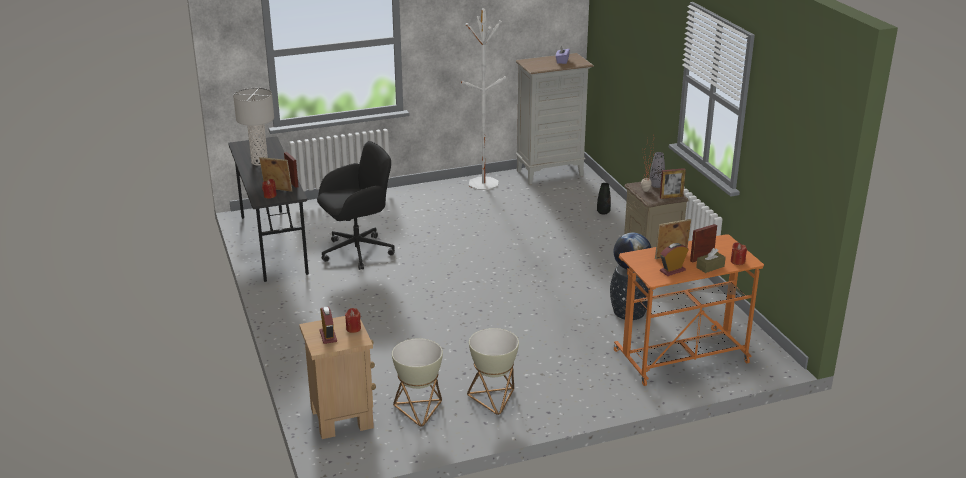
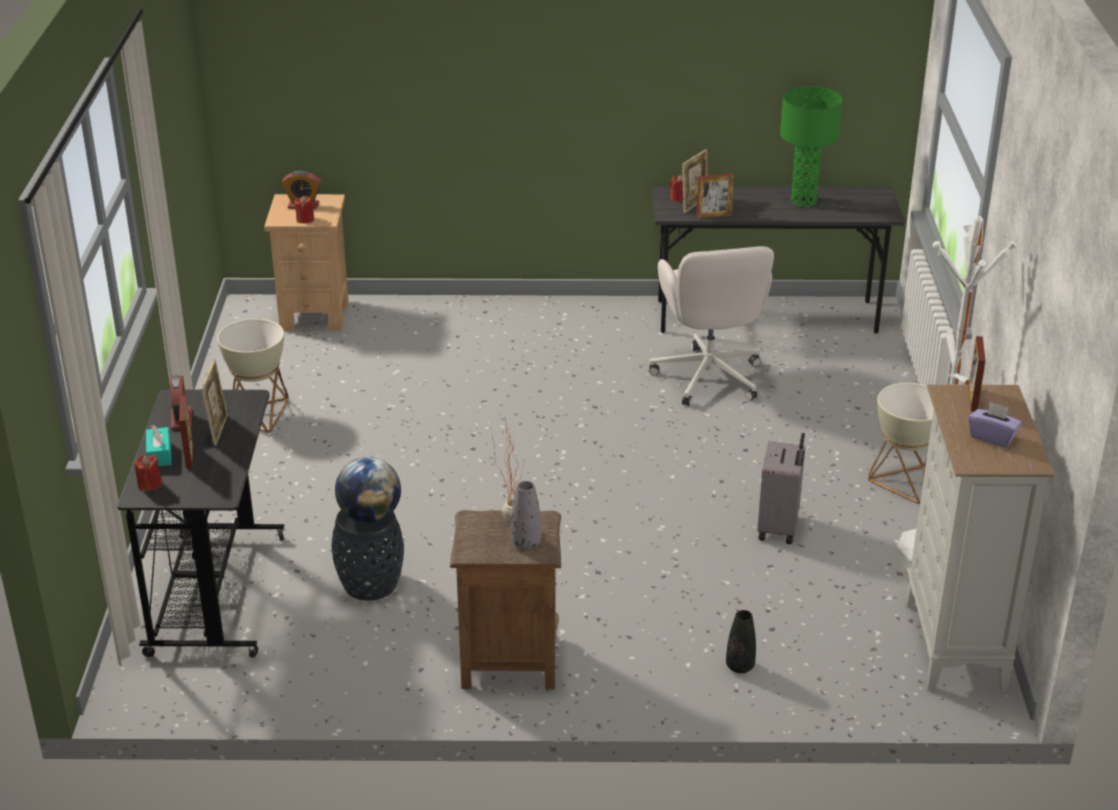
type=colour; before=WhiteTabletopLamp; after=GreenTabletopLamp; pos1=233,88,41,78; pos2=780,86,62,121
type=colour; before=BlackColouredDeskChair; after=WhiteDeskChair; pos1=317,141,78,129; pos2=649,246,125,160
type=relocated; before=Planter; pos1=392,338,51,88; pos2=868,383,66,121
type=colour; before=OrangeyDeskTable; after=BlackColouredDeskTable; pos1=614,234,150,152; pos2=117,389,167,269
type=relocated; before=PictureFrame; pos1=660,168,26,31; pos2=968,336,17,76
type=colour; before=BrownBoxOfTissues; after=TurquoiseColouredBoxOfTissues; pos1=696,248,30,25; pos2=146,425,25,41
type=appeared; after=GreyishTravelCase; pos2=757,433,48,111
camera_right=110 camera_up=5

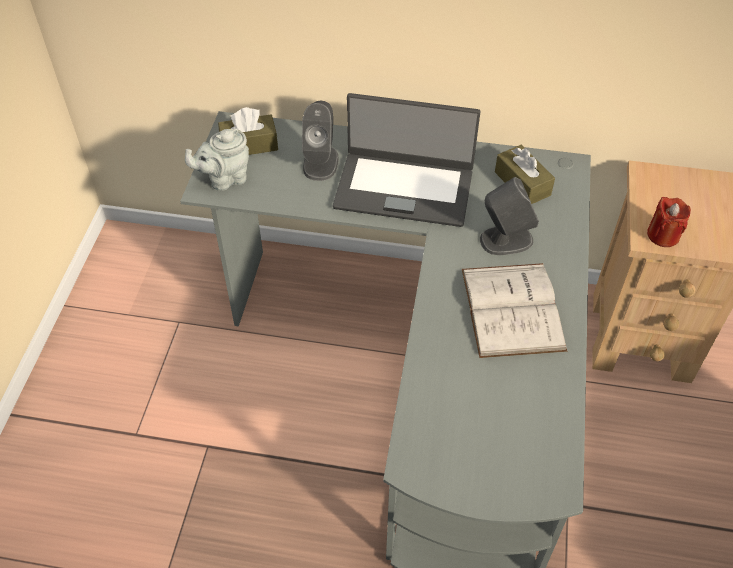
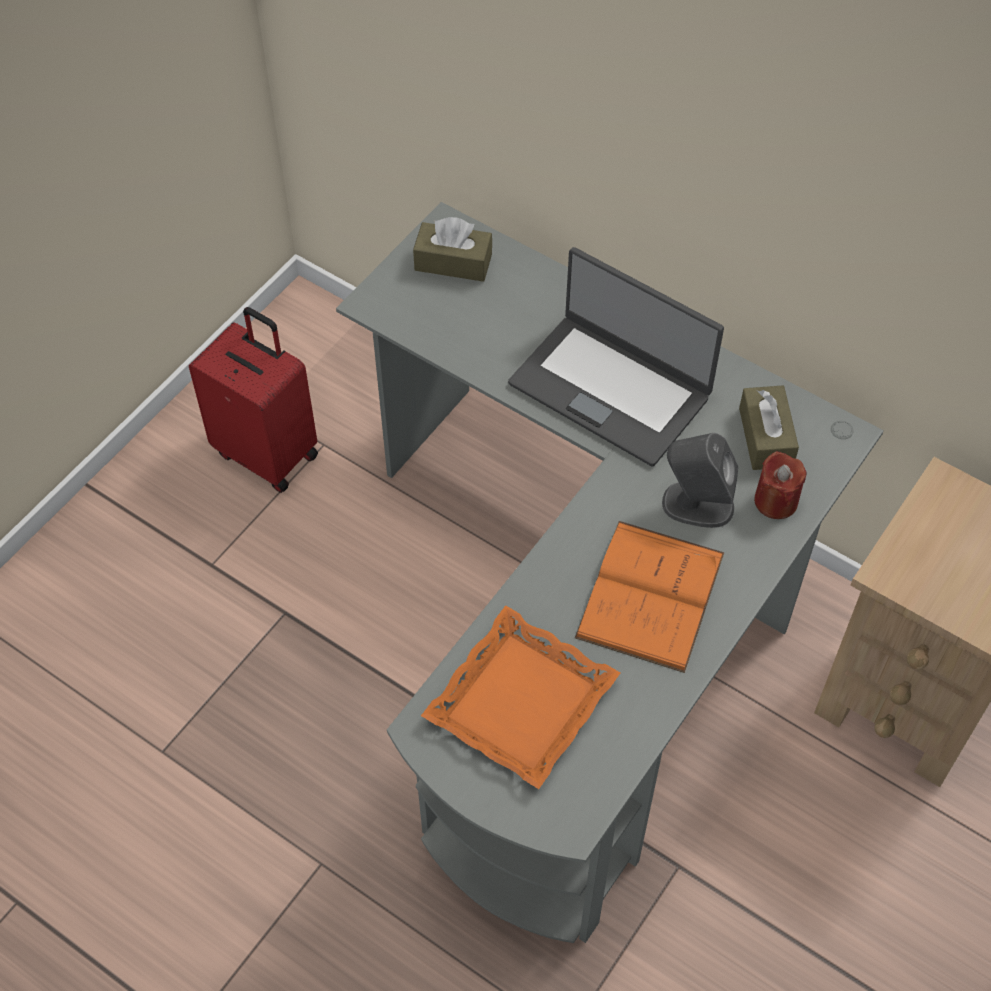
type=missing; before=GreyishTeaPot; pos1=185,129,64,62
type=missing; before=GreyishLoudspeaker; pos1=302,101,37,80
type=colour; before=WhiteBoundBook; after=OrangeyBoundBook; pos1=462,263,105,95; pos2=575,521,150,152
type=relocated; before=RedWaxCandle; pos1=647,197,44,50; pos2=754,451,53,68
type=appeared; after=RedTravelCase; pos2=189,307,129,186
type=appeared; after=OrangeyTray; pos2=421,606,199,183
camera_right=25 camera_up=5

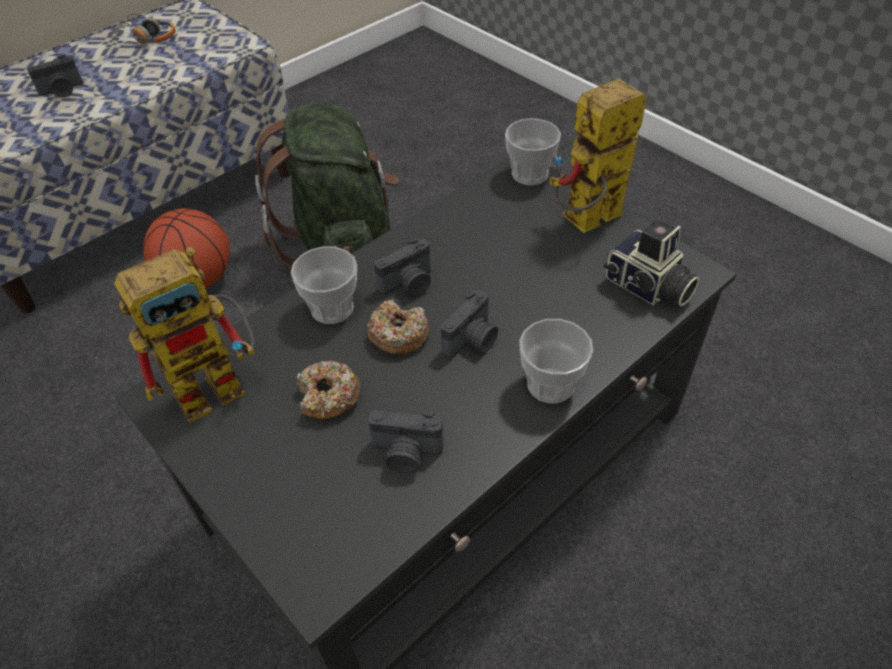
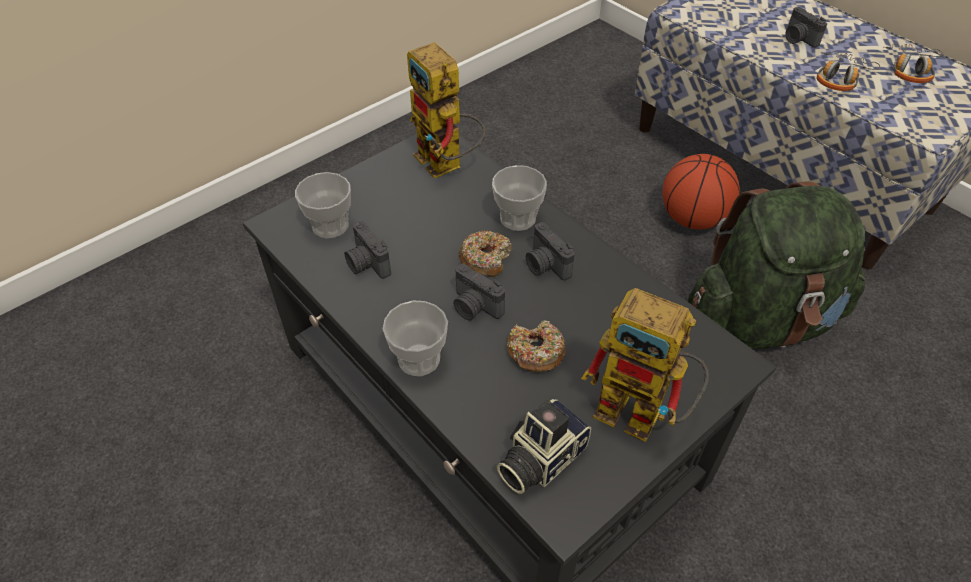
type=relocated; before=Doughnut; pos1=296,361,64,59; pos2=507,320,59,52
type=spun; before=StillCamera; pos1=368,410,76,63; pos2=344,221,47,58; turn=-45
type=relocated; before=SmallCup; pos1=505,118,56,68; pos2=295,172,56,66
type=spun; before=ModelRobot; pos1=549,78,98,155; pos2=581,288,128,154; turn=150
type=appeared; after=Headphones; pos2=817,51,63,40
camera_right=90 camera_up=0

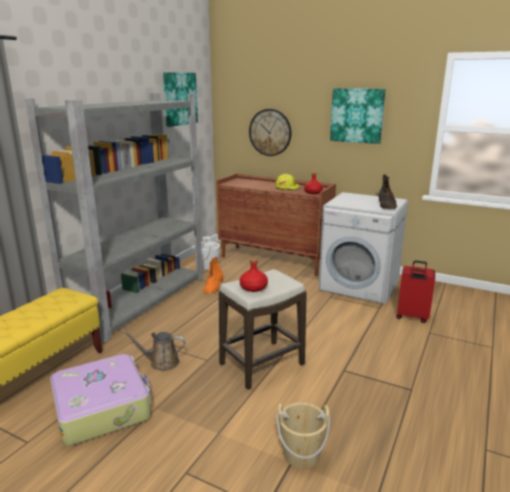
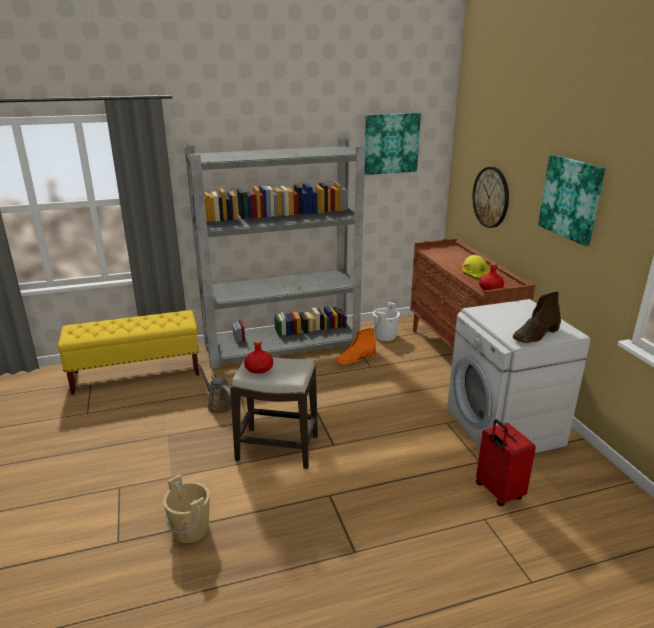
type=missing; before=TravelCase; pos1=50,354,101,92
camera_right=45 camera_up=5

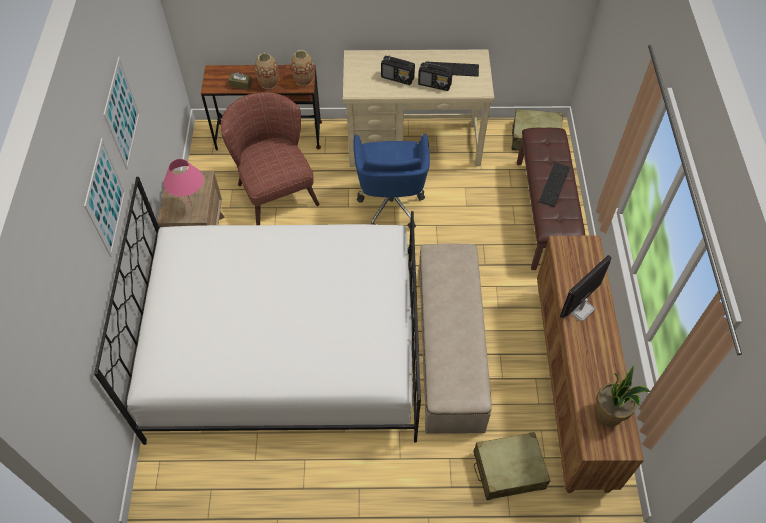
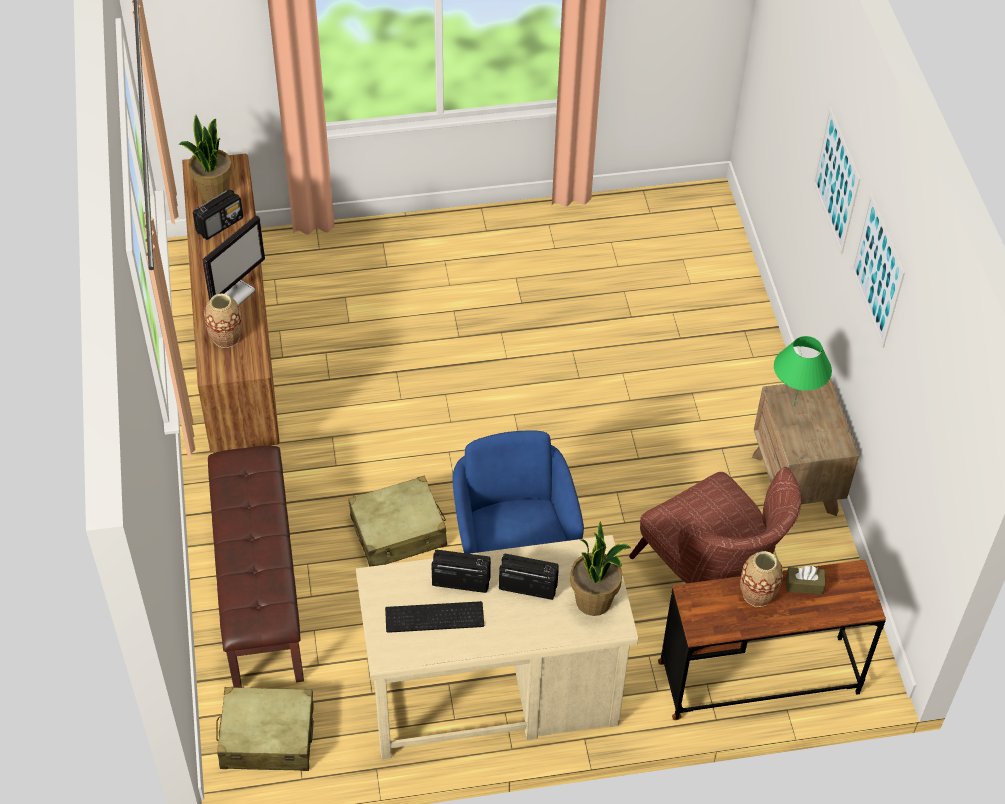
type=missing; before=WhiteBed; pos1=94,177,327,268
type=colour; before=PinkishTabletopLamp; after=GreenTabletopLamp; pos1=163,159,41,47; pos2=774,336,58,70
type=relocated; before=FlowerVase; pos1=290,50,24,36; pos2=204,293,38,55
type=missing; before=BeigeColouredBench; pos1=419,243,73,191
type=relocated; before=BeigeColouredTravelCase; pos1=474,432,77,68; pos2=349,476,98,91
type=missing; before=ComputerKeyboard; pos1=539,163,31,44
type=appeared; after=RadioReceiver; pos2=193,189,50,51
type=appeared; after=PottedPlant; pos2=570,521,61,95
camera_right=170 camera_up=-5

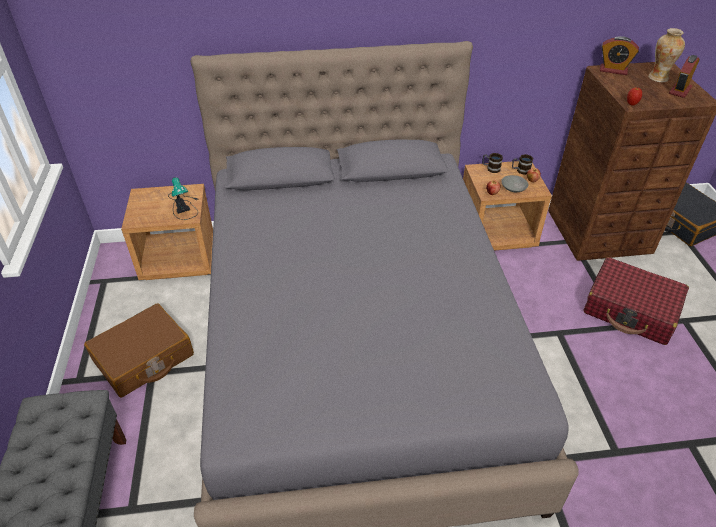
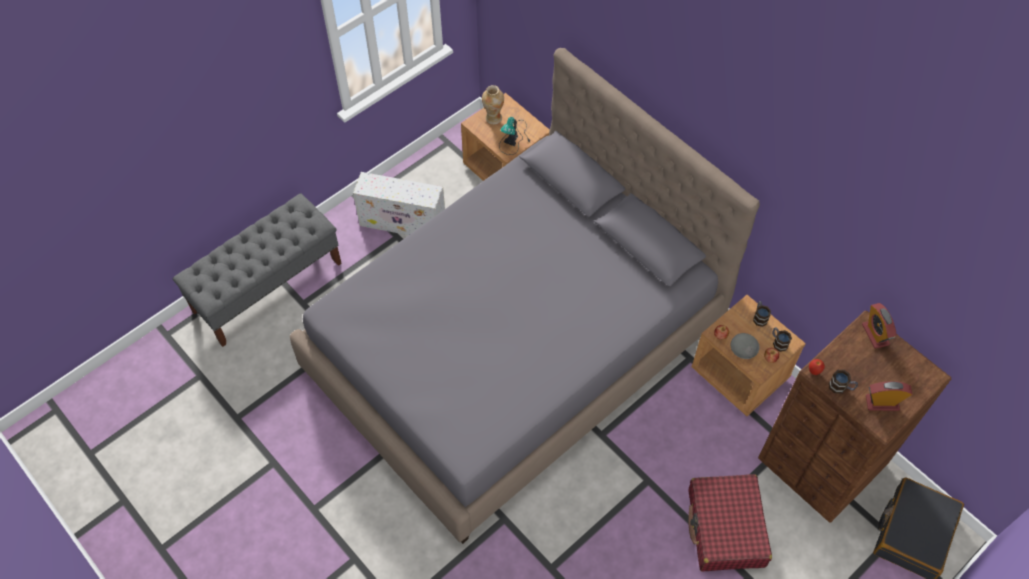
type=exchanged; before=BrownTravelCase; after=WhiteStorageContainer; pos1=84,303,110,95; pos2=353,172,92,63
type=relocated; before=FlowerVase; pos1=648,28,37,54; pos2=482,85,22,39
type=appeared; after=TeaMug; pos2=829,370,29,24
camera_right=55 camera_up=15

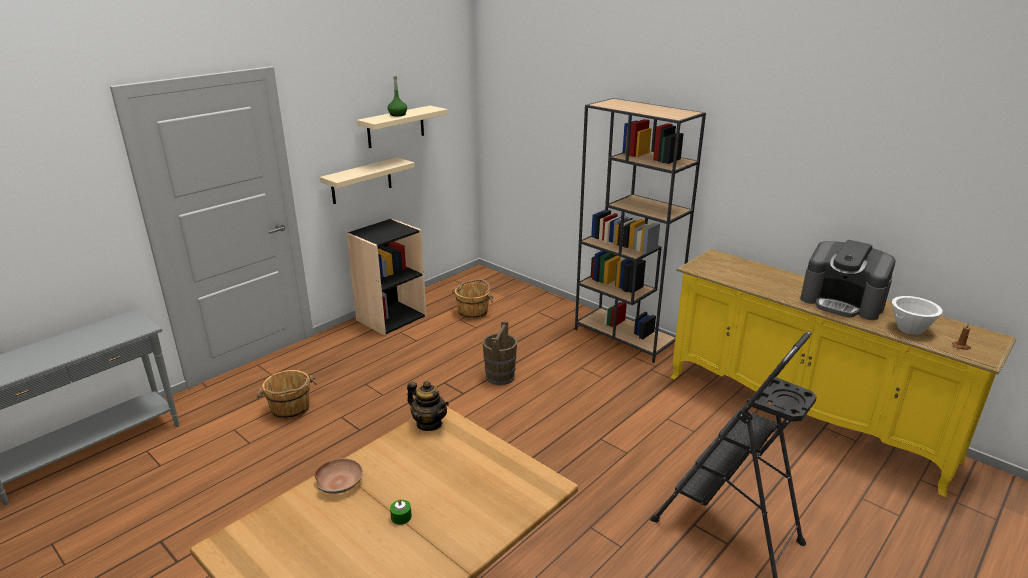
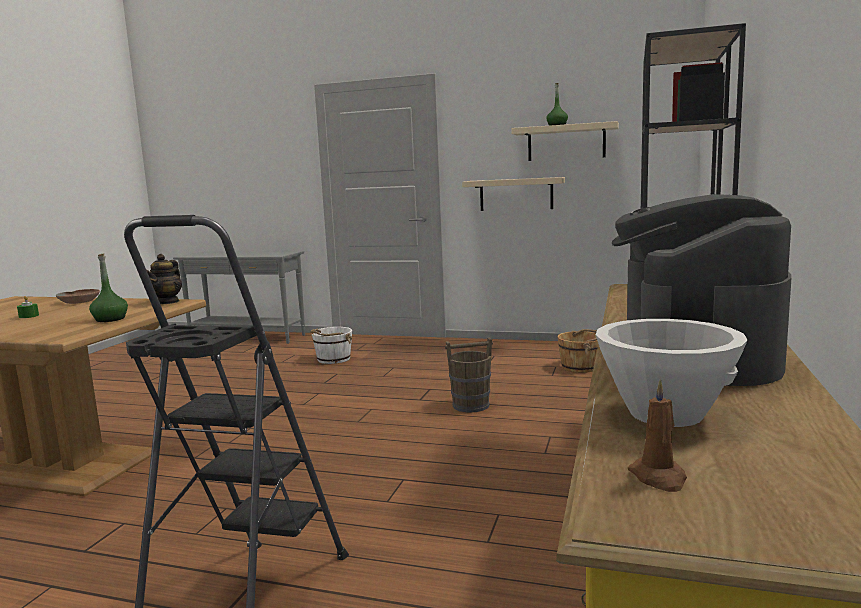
type=colour; before=BrownBucket; after=WhiteBucket; pos1=256,370,61,50; pos2=310,327,42,37
type=missing; before=BlackColouredShelvingUnit; pos1=346,218,81,117
type=appeared; after=GreenBeverageBottle; pos2=89,253,39,69
camera_right=65 camera_up=-15

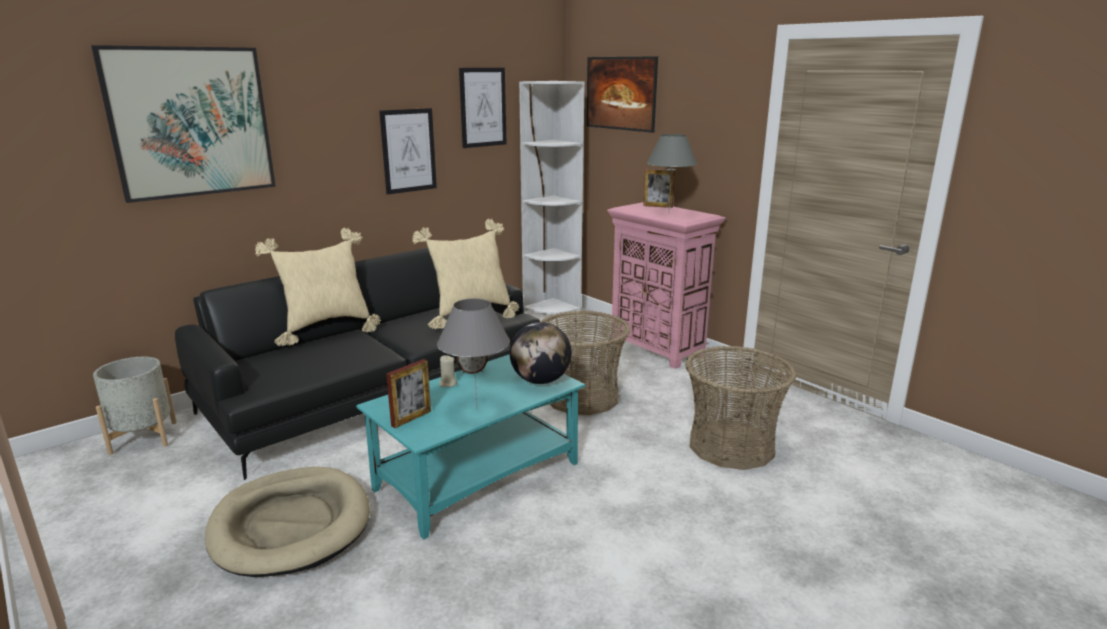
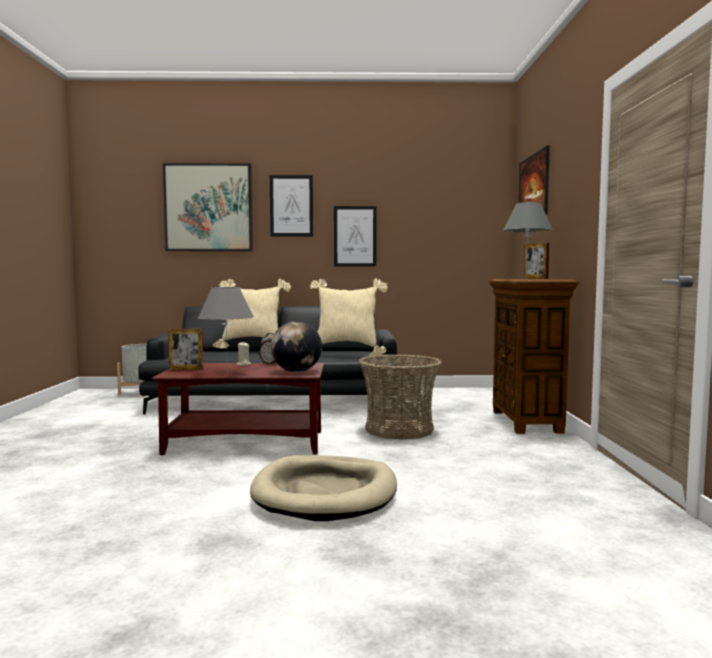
type=relocated; before=BeigeColouredDogCushion; pos1=205,467,165,110; pos2=250,455,147,66
type=colour; before=TurquoiseColouredCoffeeTable; after=BrownCoffeeTable; pos1=356,354,229,185; pos2=152,363,172,92
type=relocated; before=Picture; pos1=459,68,47,80; pos2=270,175,43,61
type=missing; before=WhiteShelvingUnit; pos1=519,81,66,235
type=colour; before=PinkishCabinet; after=BrownCabinet; pos1=607,202,119,167; pos2=489,279,91,155
type=missing; before=HouseholdBasket; pos1=685,346,111,124
camera_right=40 camera_up=-15

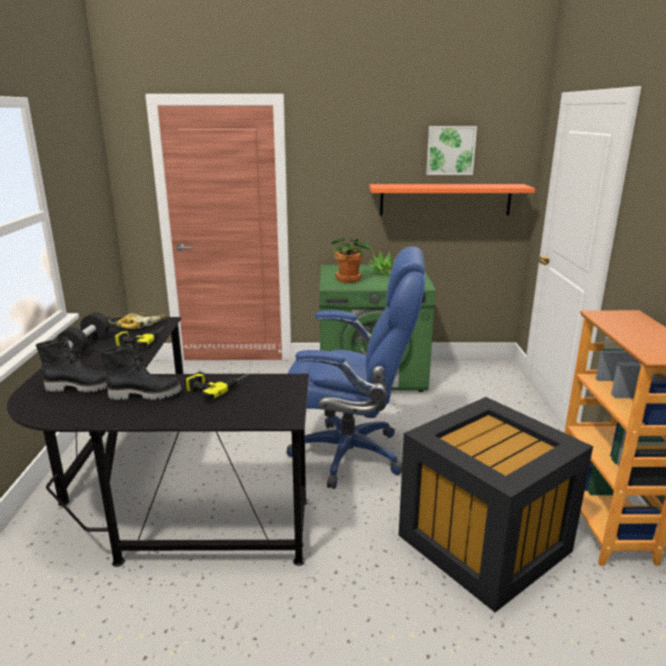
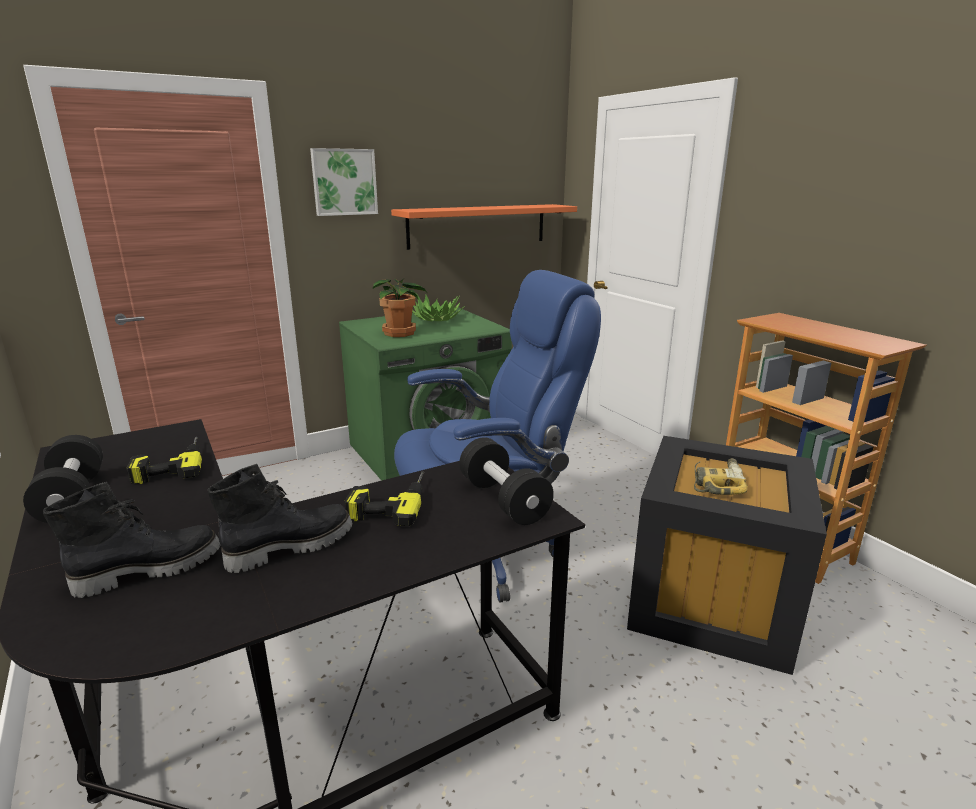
type=relocated; before=PowerDrill; pos1=109,313,57,16; pos2=694,458,54,37
type=relocated; before=Picture; pos1=426,126,51,49; pos2=310,148,68,68
type=appeared; after=BlackColouredHandWeight; pos2=459,437,95,88
camera_right=-30 camera_up=0

